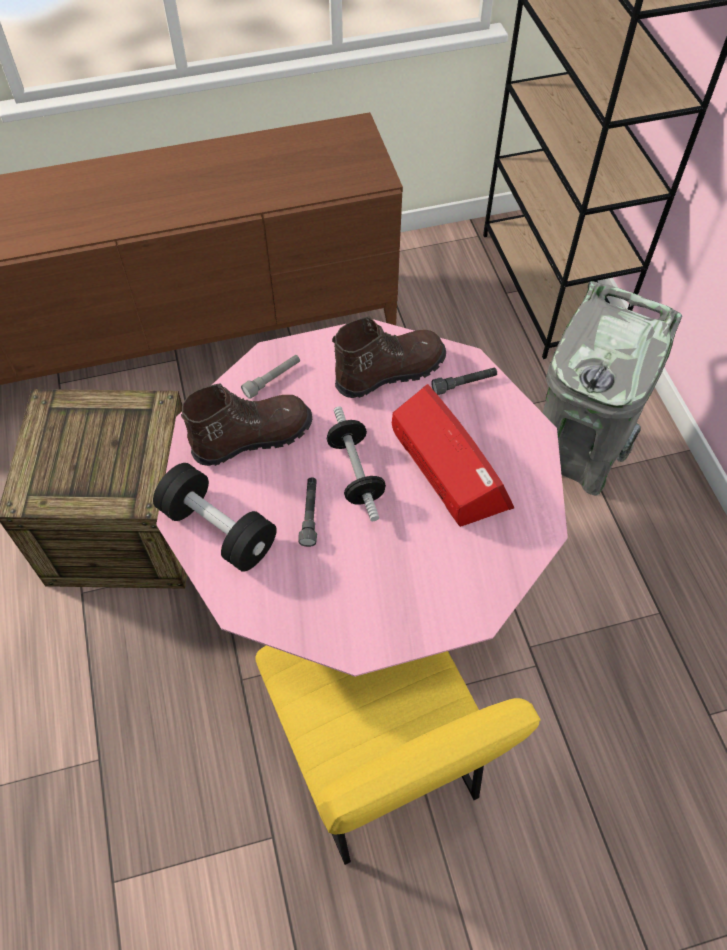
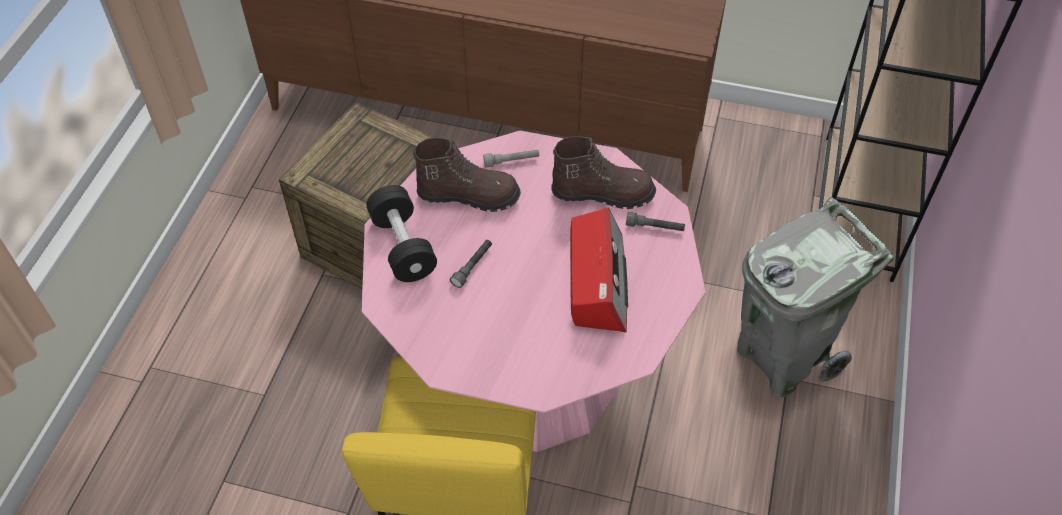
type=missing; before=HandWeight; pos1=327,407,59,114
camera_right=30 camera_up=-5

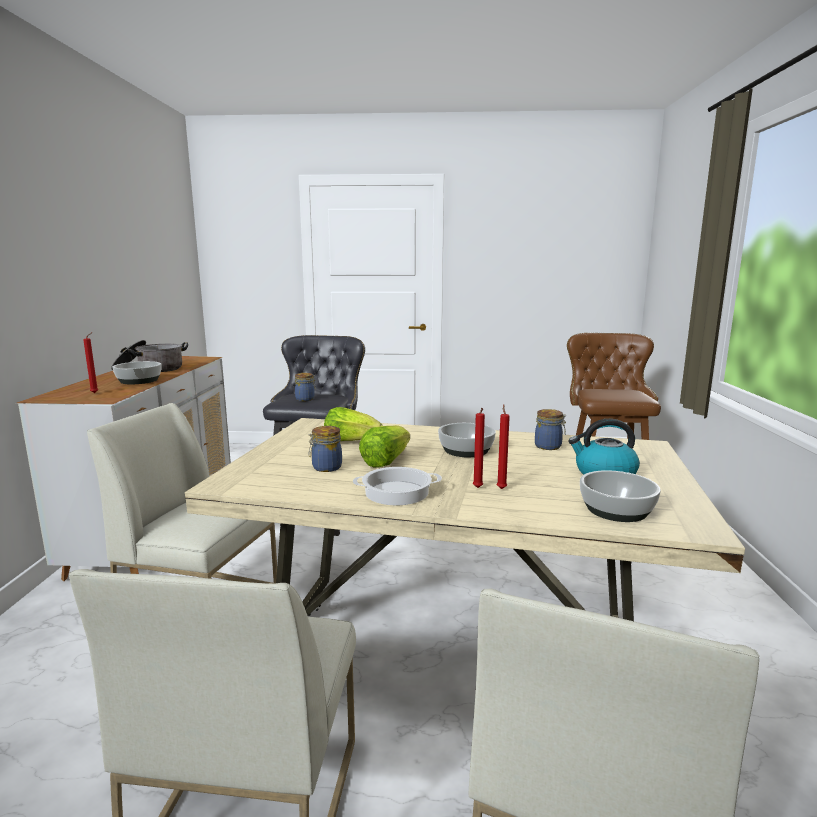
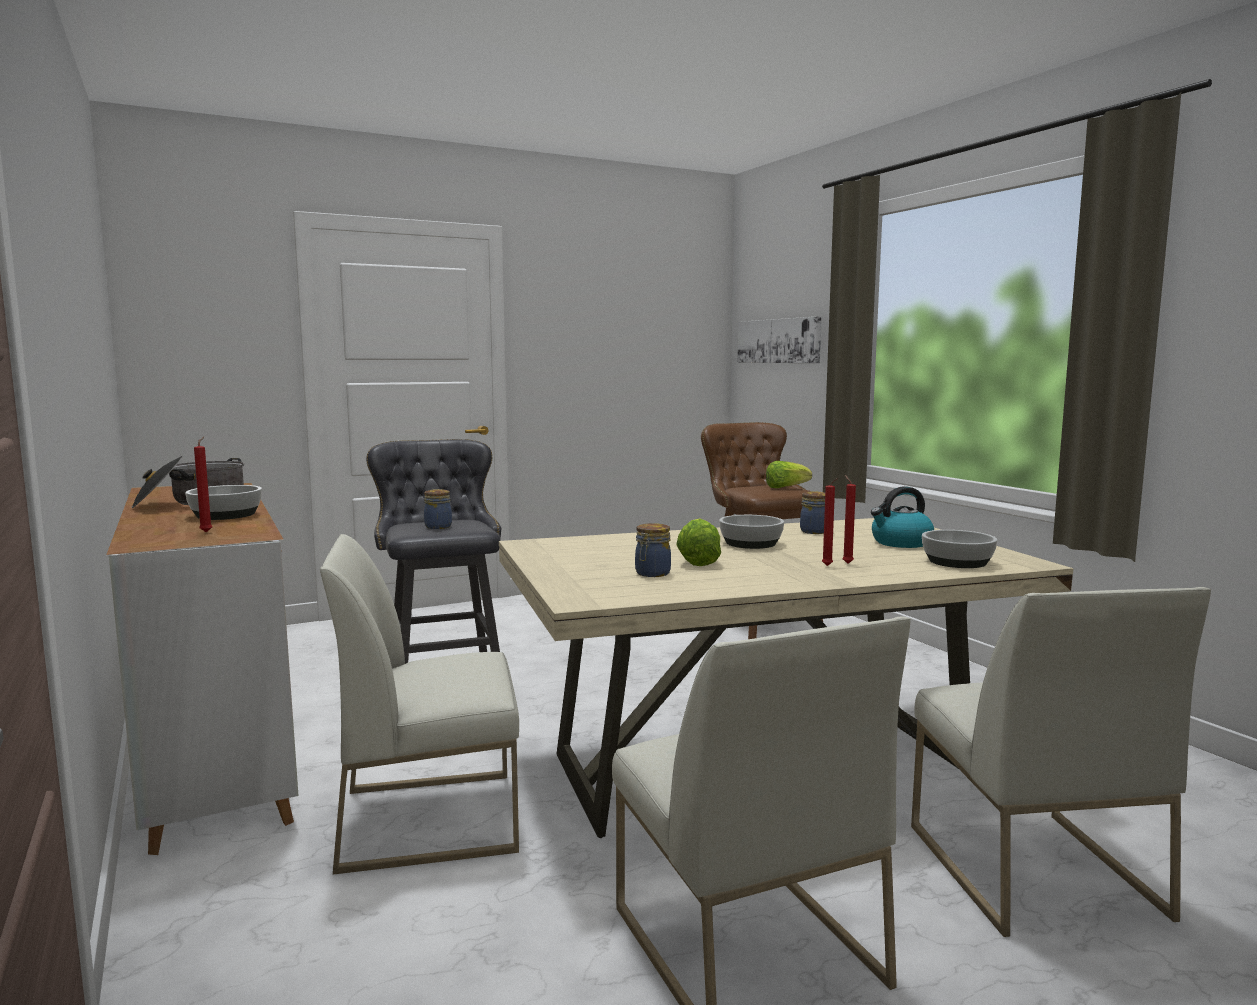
type=relocated; before=LettuceHead; pos1=324,407,59,34; pos2=766,461,46,27
type=missing; before=Saucepot; pos1=353,467,89,38
type=appeared; after=Picture; pos2=738,316,84,47
camera_right=-30 camera_up=-5

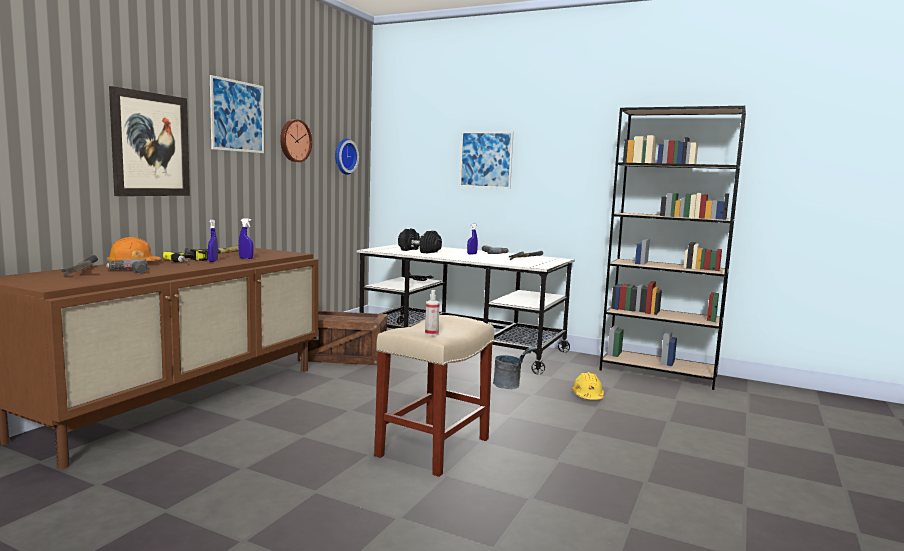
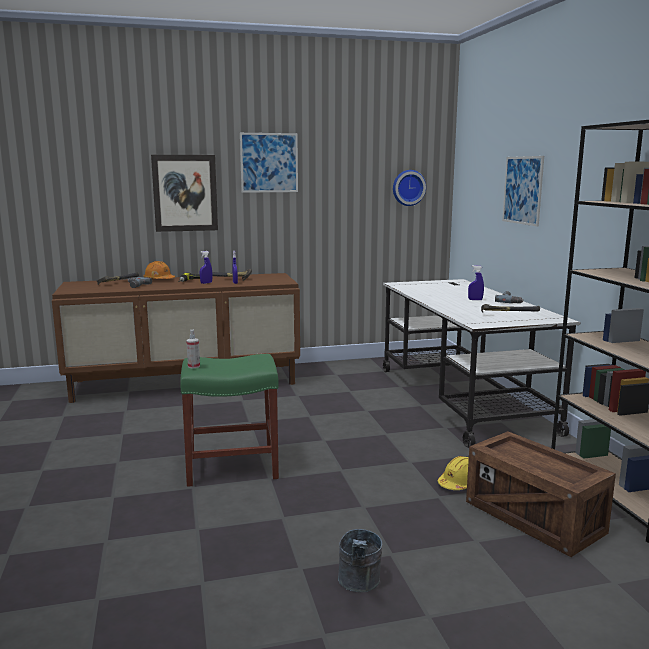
type=missing; before=ClockOnTheWall; pos1=280,119,32,43
type=relocated; before=Crate; pos1=298,311,89,54; pos2=466,431,150,126
type=colour; before=BeigeColouredStoolSeat; after=GreenStoolSeat; pos1=374,315,120,162; pos2=180,354,99,133
type=missing; before=BlackColouredHandWeight; pos1=398,228,44,25
type=relocated; before=GreyishBucket; pos1=493,347,43,42; pos2=338,529,44,63
camera_right=50 camera_up=5

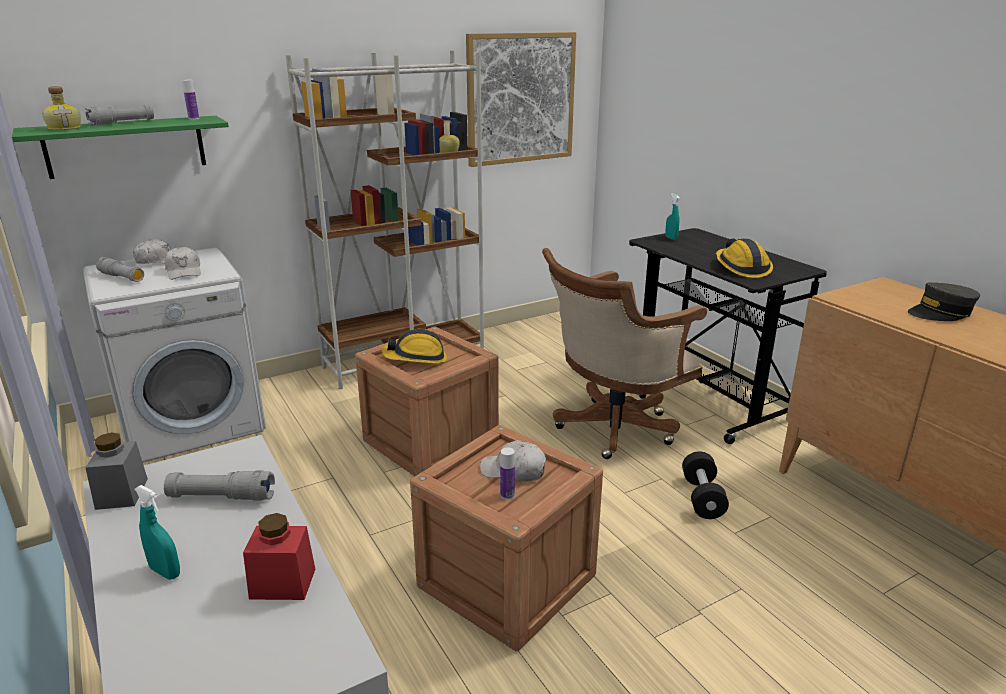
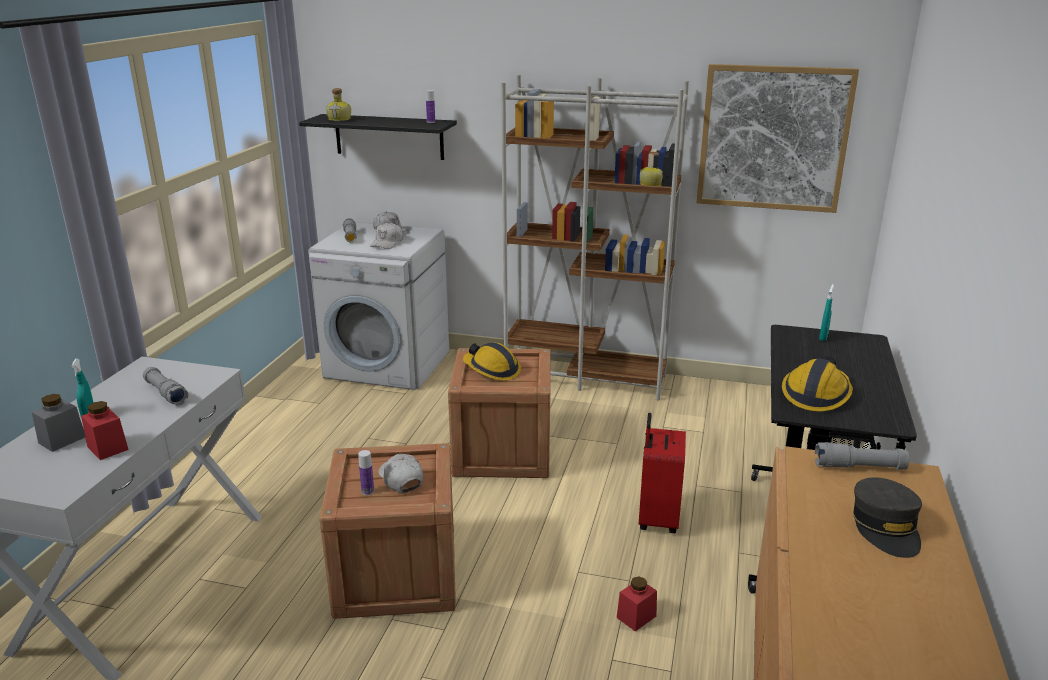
type=colour; before=GreenBracketShelf; after=BlackColouredBracketShelf; pos1=12,116,217,63; pos2=299,114,158,46
type=relocated; before=GreyishHandTorch; pos1=85,105,69,20; pos2=815,442,94,28
type=relocated; before=GreyishPreserveJar; pos1=85,432,63,78; pos2=32,394,53,58
type=exchanged; before=DeskChair; after=RedTravelCase; pos1=542,248,165,211; pos2=639,413,47,120
type=exchanged; before=BlackColouredHandWeight; after=RedPreserveJar; pos1=682,451,47,68; pos2=617,576,40,55
type=spun; before=GreyishPeakedCap; pos1=908,282,72,39; pos2=852,477,70,81; turn=-120
camera_right=45 camera_up=0

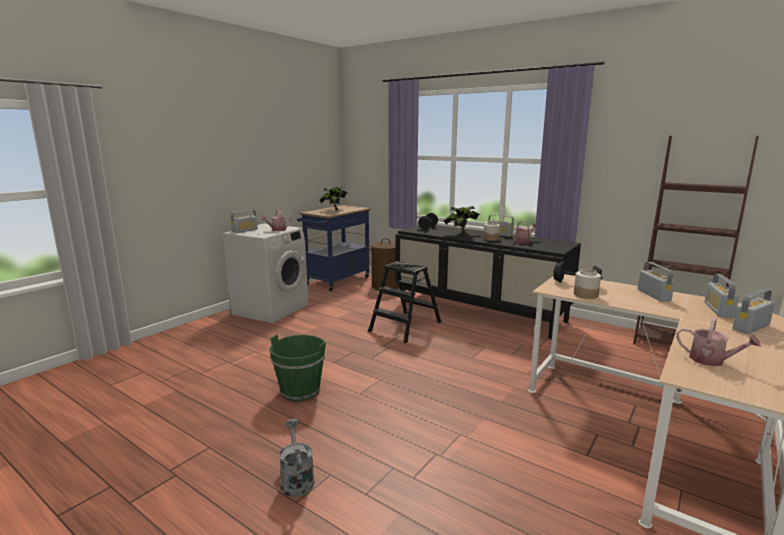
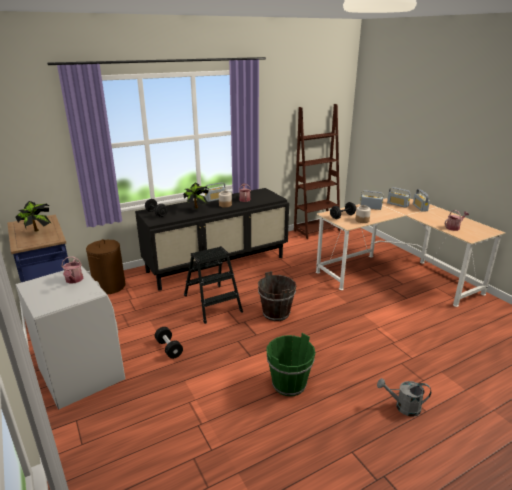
type=missing; before=RadioReceiver; pos1=231,210,27,23
type=appeared; after=BlackColouredHandWeight; pos2=155,327,28,32
type=appeared; after=BrownBucket; pos2=258,271,38,50
camera_right=-65 camera_up=10

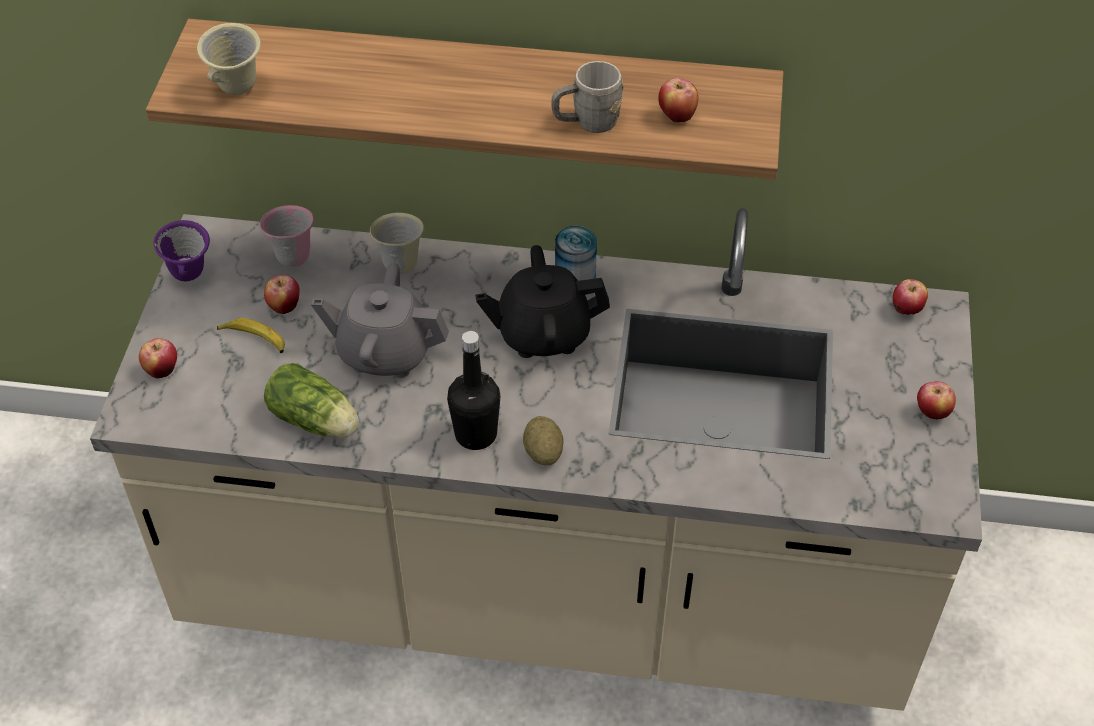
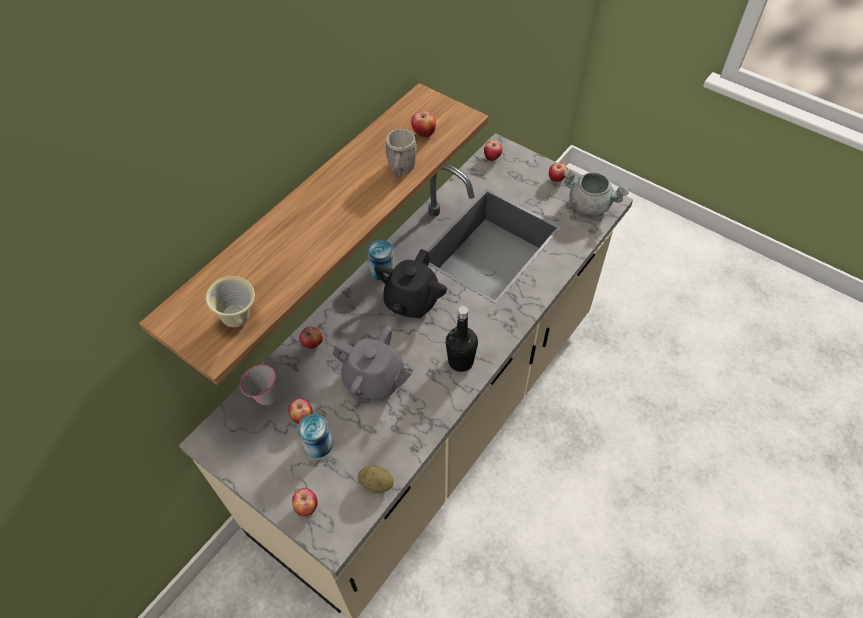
type=missing; before=PurplishTeaMug; pos1=153,220,57,61
type=exchanged; before=WholeBanana; after=MetalCan; pos1=217,318,68,35; pos2=298,414,35,44
type=missing; before=LettuceHead; pos1=264,363,95,75
type=spun; before=GreyishTeaPot; pos1=311,263,138,115; pos2=333,326,81,74; turn=-105
type=exchanged; before=BeigeColouredTeaMug; after=Apple; pos1=370,213,55,62; pos2=299,326,24,23
type=relocated; before=WholePotato; pos1=523,416,41,49; pos2=358,466,36,27
type=appeared; after=GreyishSaucepot; pos2=563,170,67,45
camera_right=-60 camera_up=5

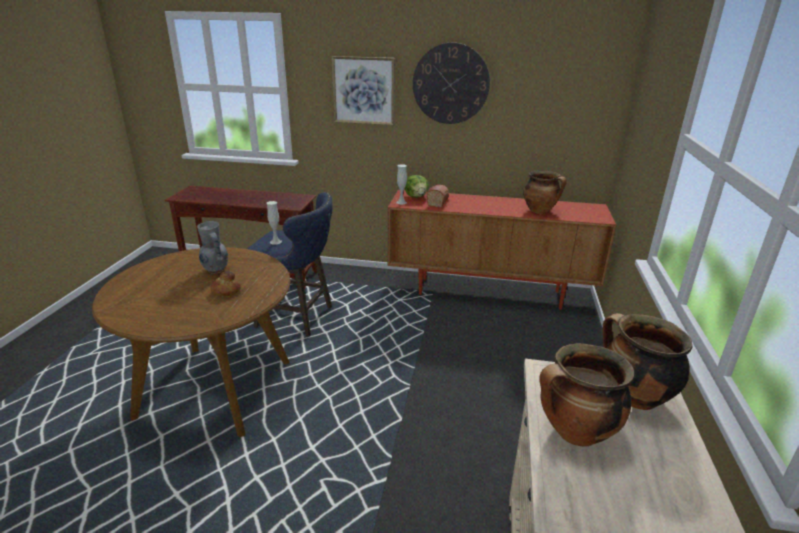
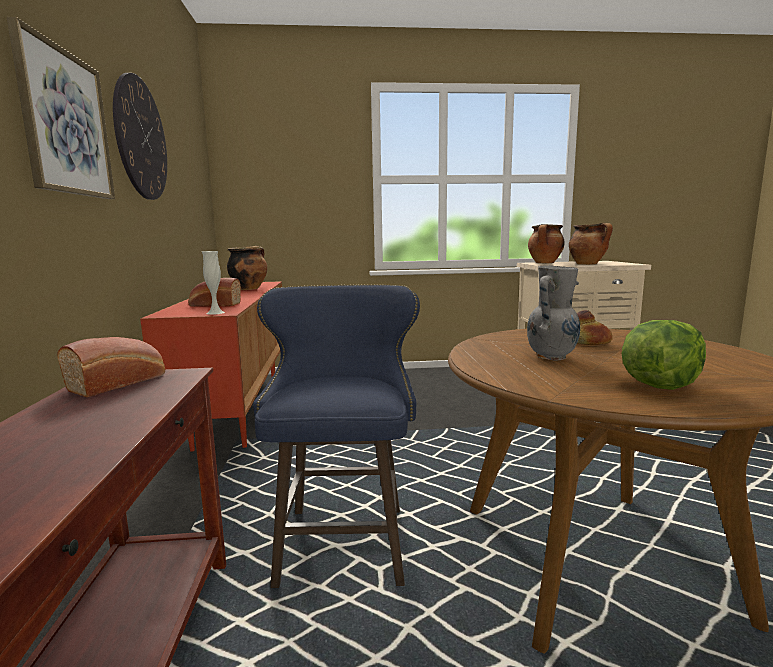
type=missing; before=WhiteFlowerVase; pos1=266,201,16,44
type=relocated; before=LettuceHead; pos1=405,175,24,23; pos2=622,320,84,70
type=appeared; after=BakedBread; pos2=57,337,108,60
camera_right=-105 camera_up=-15

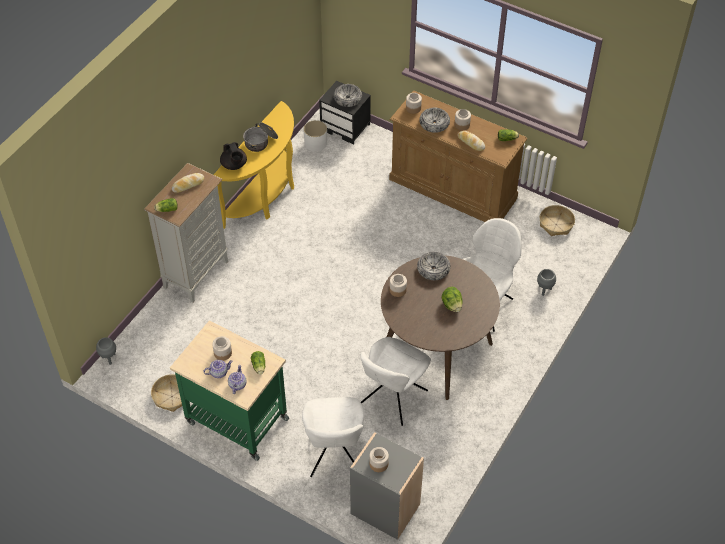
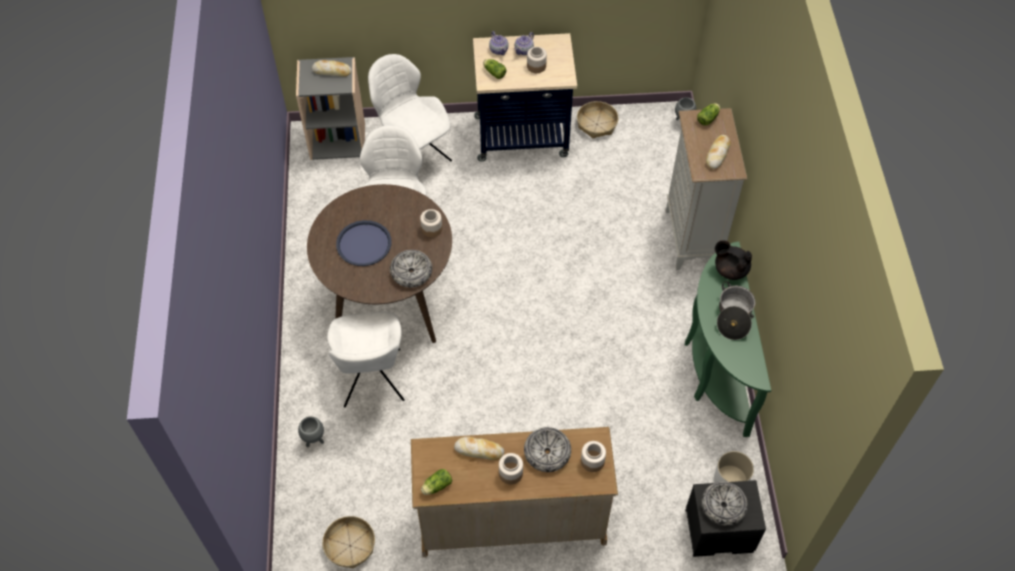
type=colour; before=GreenWheeledCart; after=BlueColouredWheeledCart; pos1=170,320,119,141; pos2=473,33,104,129
type=colour; before=YellowNarrowTable; after=GreenNarrowTable; pos1=213,101,81,128; pos2=685,242,86,195
type=exchanged; before=PreserveJar; after=BakedBread; pos1=369,447,20,25; pos2=312,60,40,17
type=exchanged; before=LettuceHead; after=BlueColouredTray; pos1=441,287,22,25; pos2=336,220,56,46
camera_right=145 camera_up=5

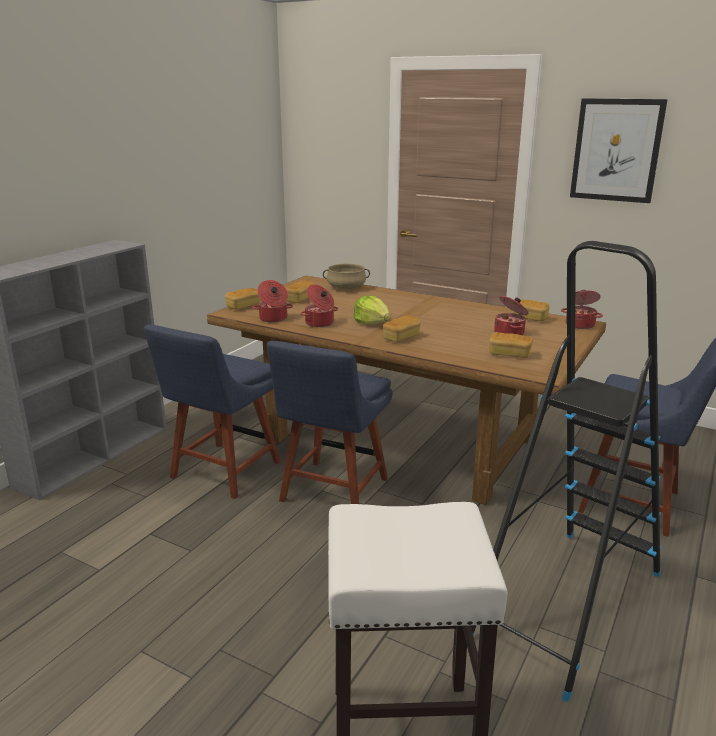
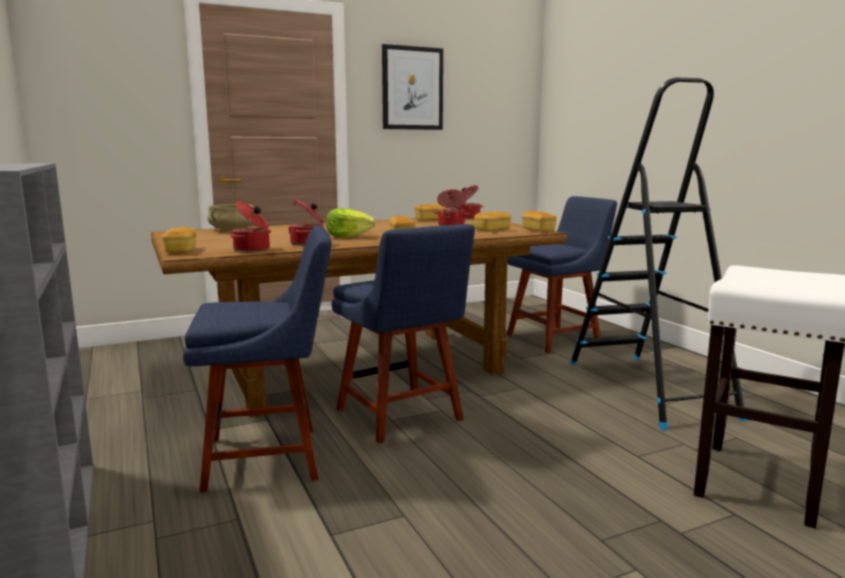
type=spun; before=BlueColouredUprightChair; pos1=144,325,137,174; pos2=183,226,148,267; turn=-75
type=relocated; before=BakedBread; pos1=286,281,28,22; pos2=522,211,35,20
camera_right=-55 camera_up=-10

